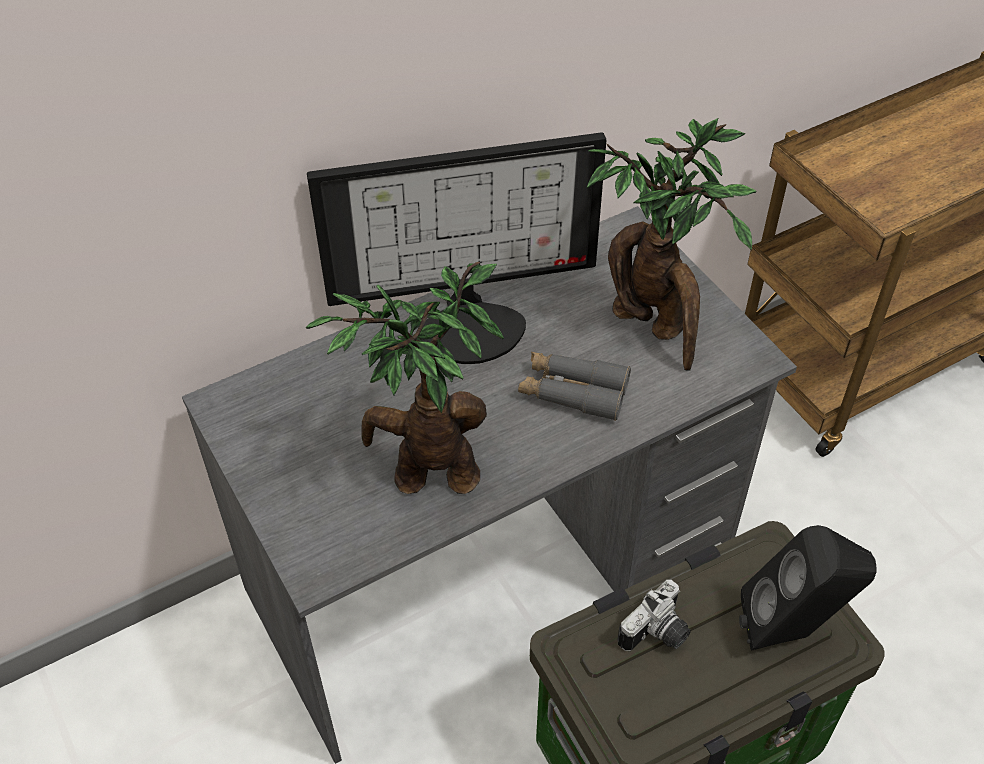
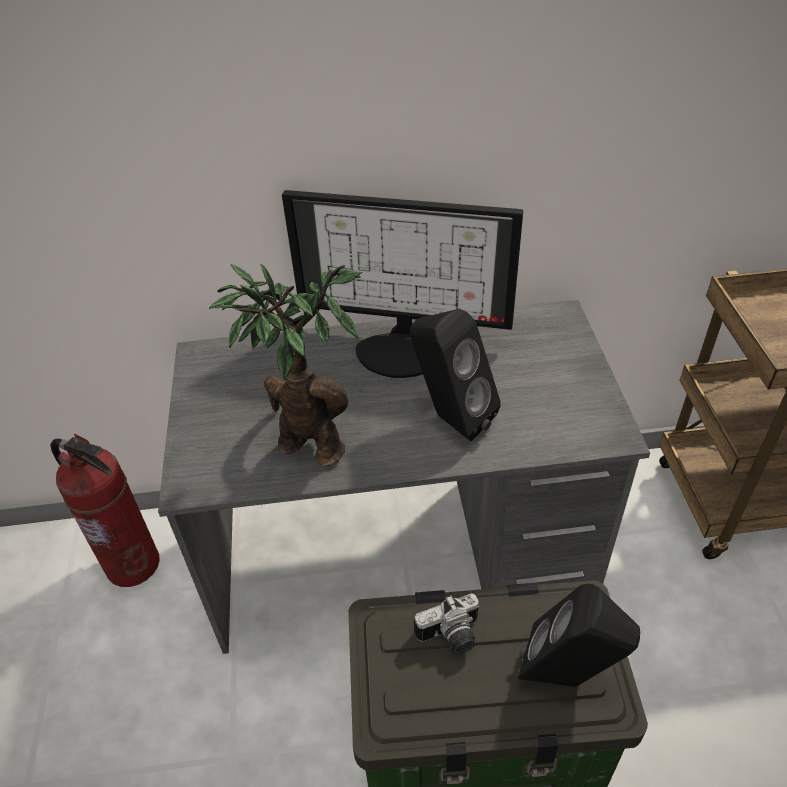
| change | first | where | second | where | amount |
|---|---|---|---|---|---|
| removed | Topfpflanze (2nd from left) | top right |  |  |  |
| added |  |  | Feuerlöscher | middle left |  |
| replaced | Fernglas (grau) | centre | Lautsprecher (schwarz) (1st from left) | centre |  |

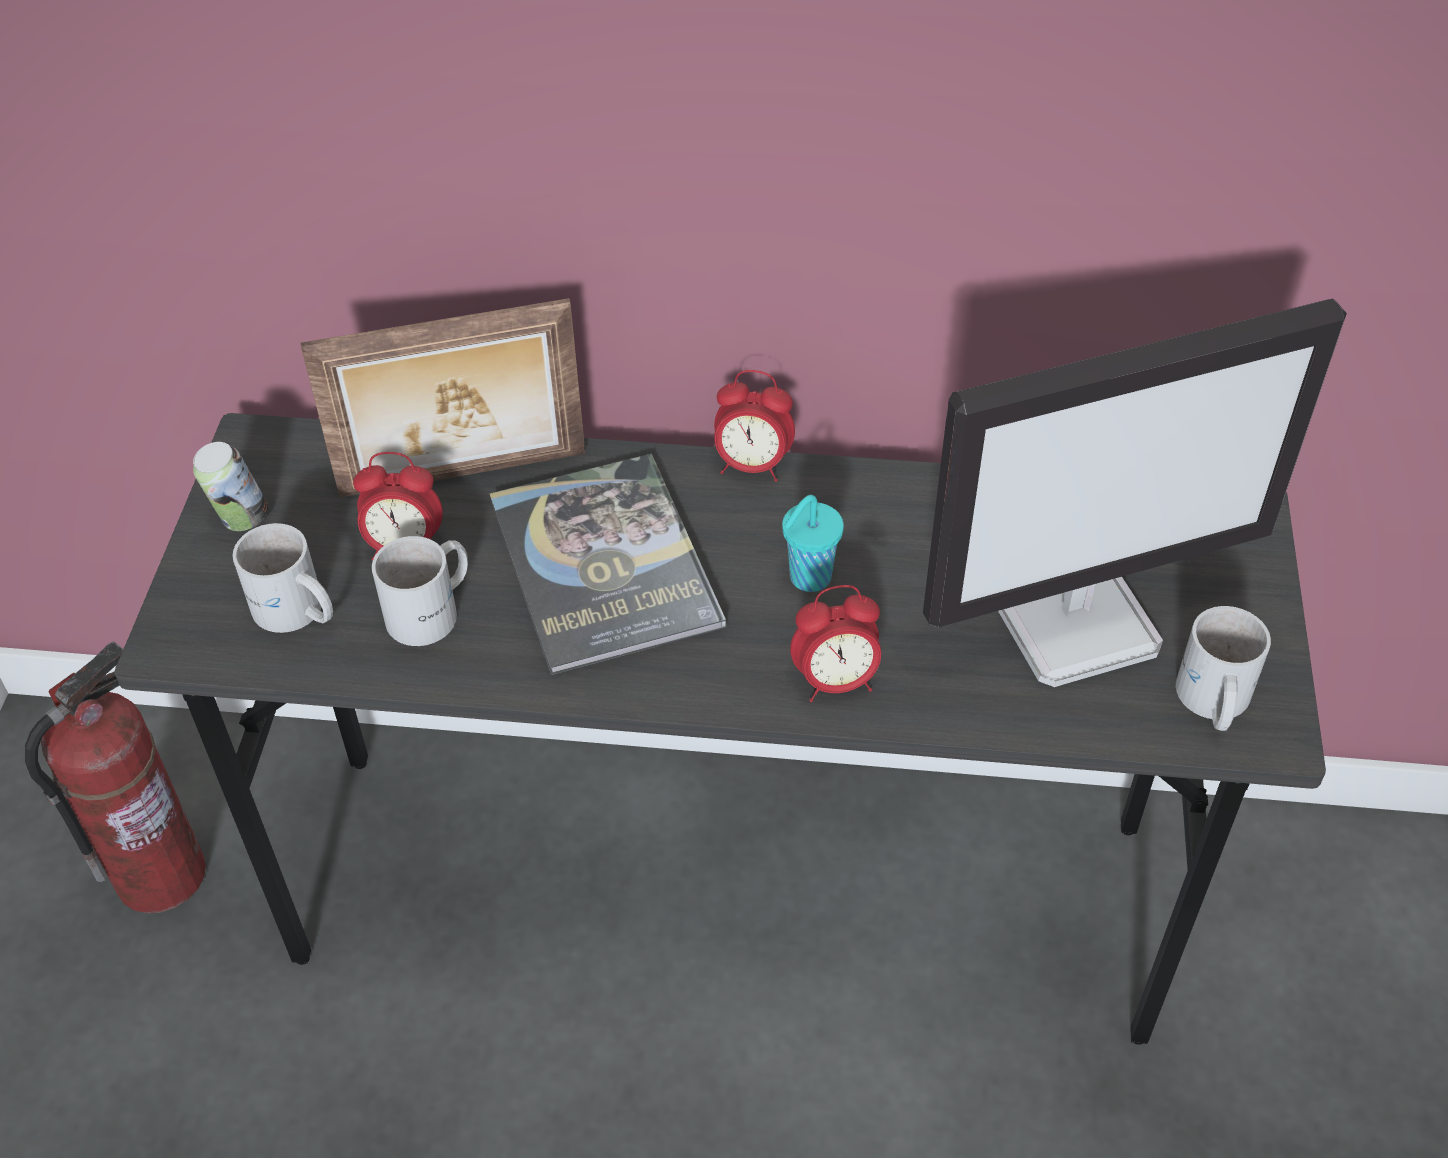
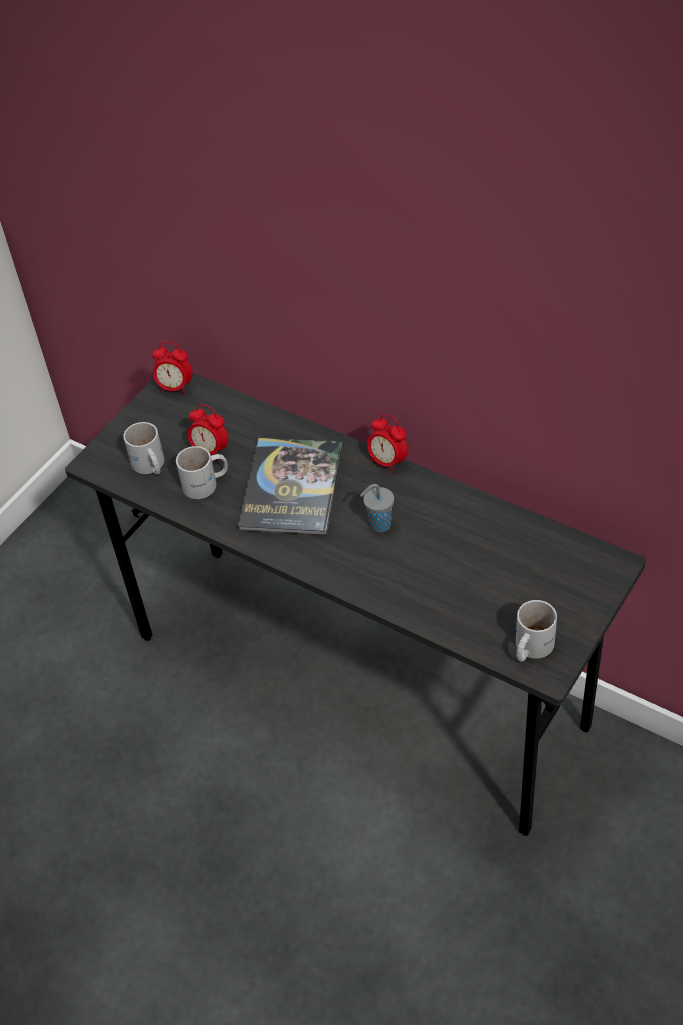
| change | first | where | second | where | amount |
|---|---|---|---|---|---|
| removed | Feuerlöscher | bottom left |  |  |  |
| removed | Dose | middle left |  |  |  |
| removed | Bilderrahmen | middle left |  |  |  |
| removed | Monitor | middle right |  |  |  |
| moved | Wecker (3rd from left in the first image) | centre | Wecker (1st from left) | middle left |  |
| recoloured | Tasse (türkis) | centre | Tasse (grau) | centre |  |

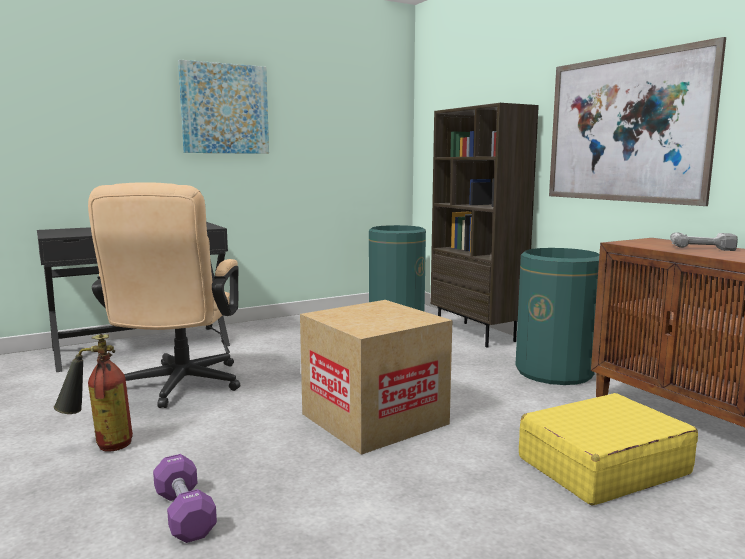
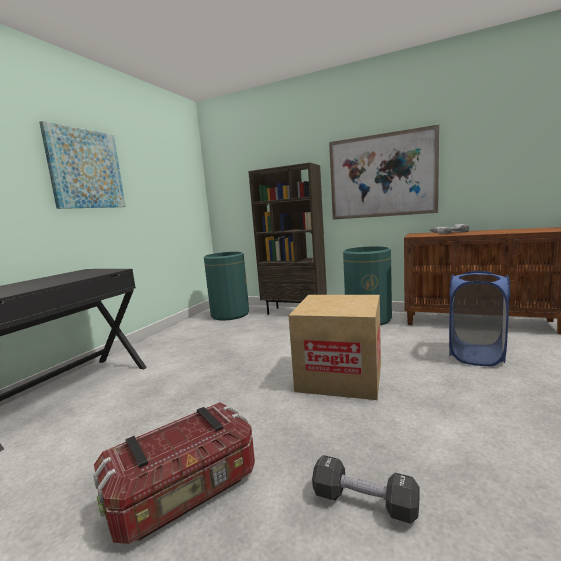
| change | first | where | second | where | amount |
|---|---|---|---|---|---|
| removed | Bürostuhl (beige) | middle left |  |  |  |
| replaced | Feuerlöscher | bottom left | Aufbewahrungsbox | bottom left |  |
| replaced | Koffer (gelb) | bottom right | Wäschekorb (blau) | middle right |  |
| recoloured | Hantel (lila) | bottom left | Hantel (schwarz) | bottom centre |  |

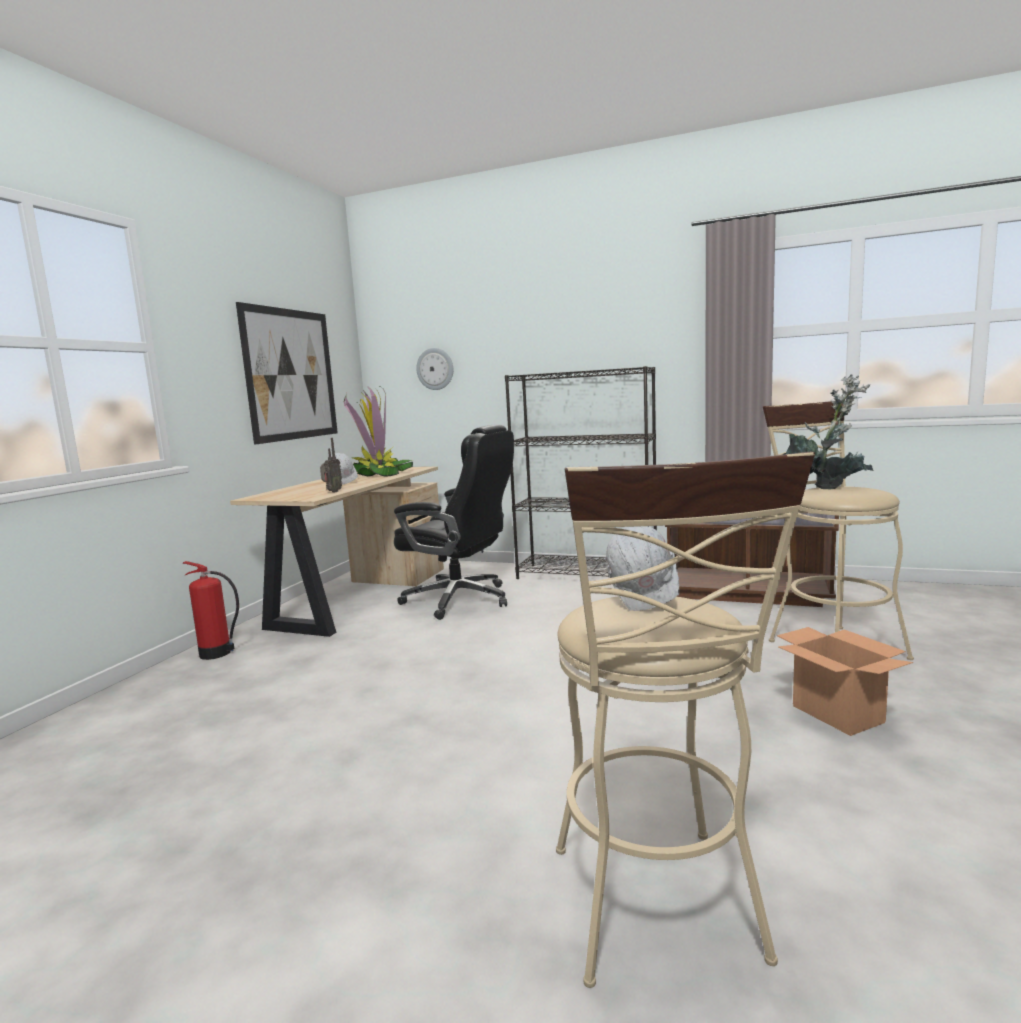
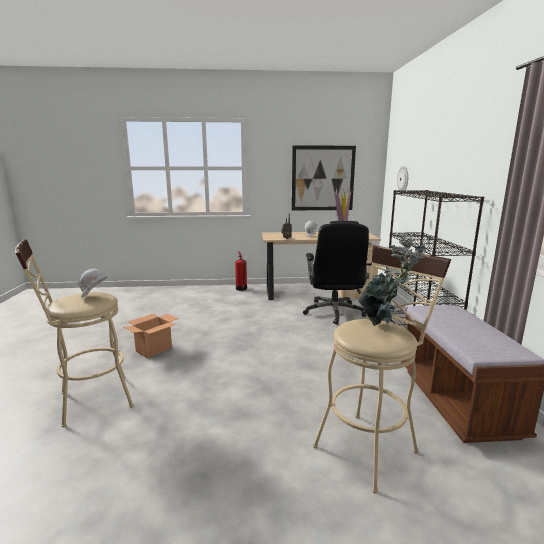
| change | first | where | second | where | amount |
|---|---|---|---|---|---|
| moved | Karton | middle right |  | middle left |  |

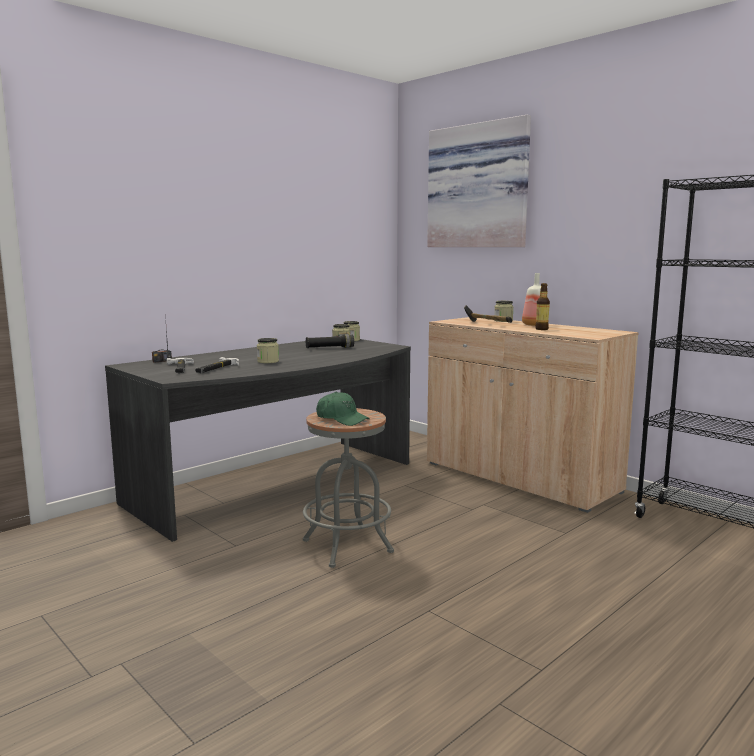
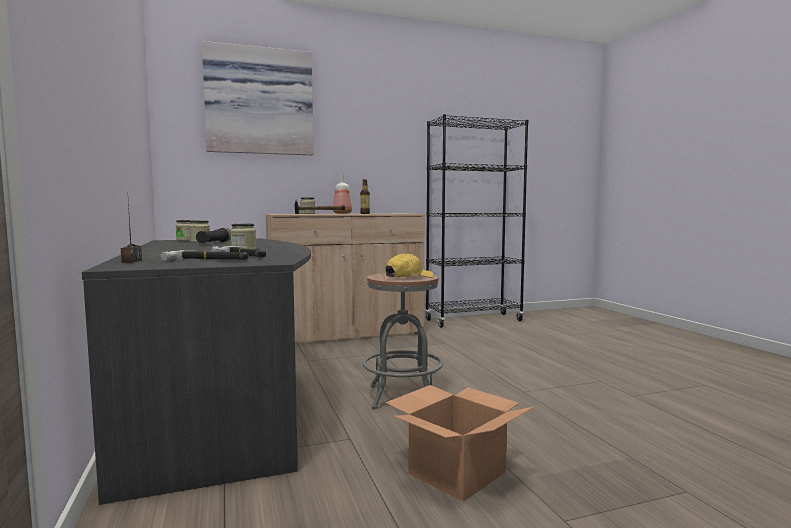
| change | first | where | second | where | amount |
|---|---|---|---|---|---|
| added |  |  | Karton | bottom centre |  |
| recoloured | Kappe (grün) | centre | Kappe (gelb) | centre |  |

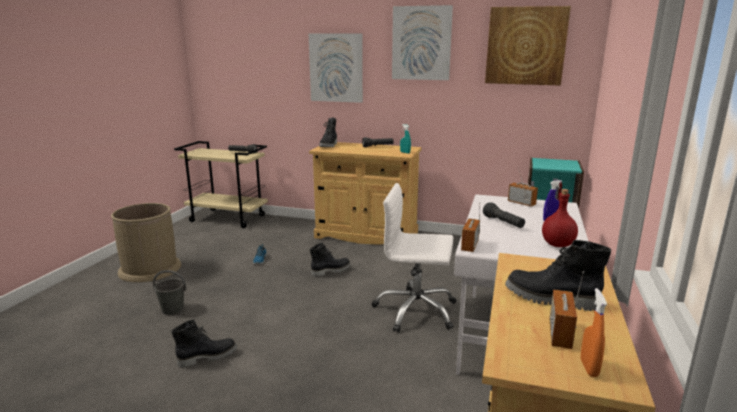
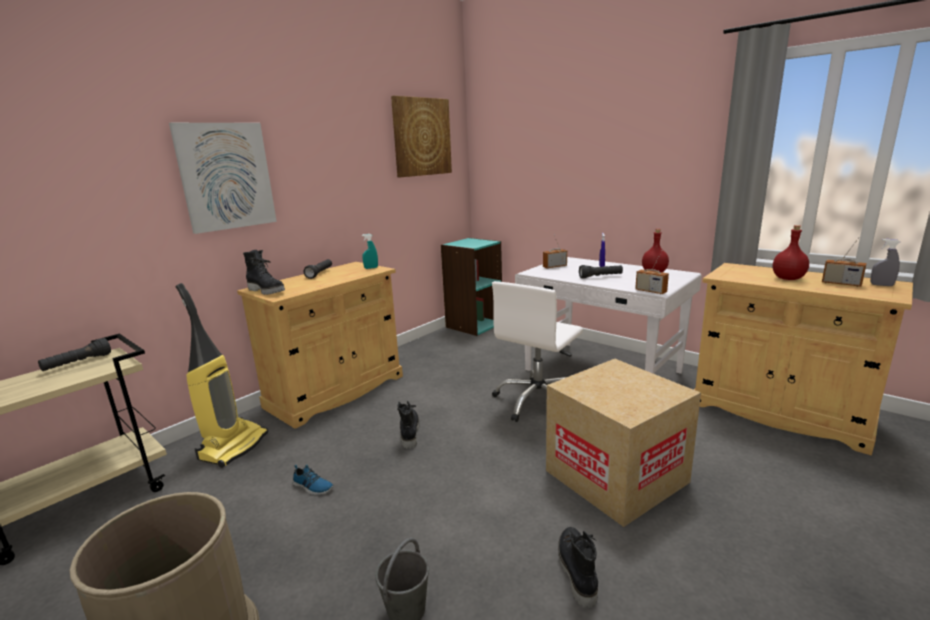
| change | first | where | second | where | amount |
|---|---|---|---|---|---|
| removed | Bild (2nd from left) | top centre |  |  |  |
| added |  |  | Staubsauger | middle left |  |
| added |  |  | Karton | bottom right |  |
| replaced | Stiefel (schwarz) (4th from left) | bottom right | Flasche (rot) (2nd from left) | middle right |  |
| recoloured | Sprühflasche (orange) | bottom right | Sprühflasche (grau) | middle right |  |

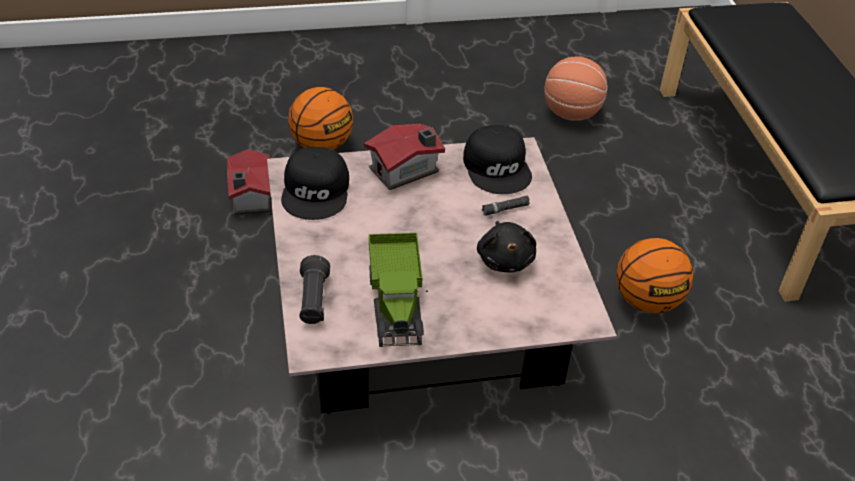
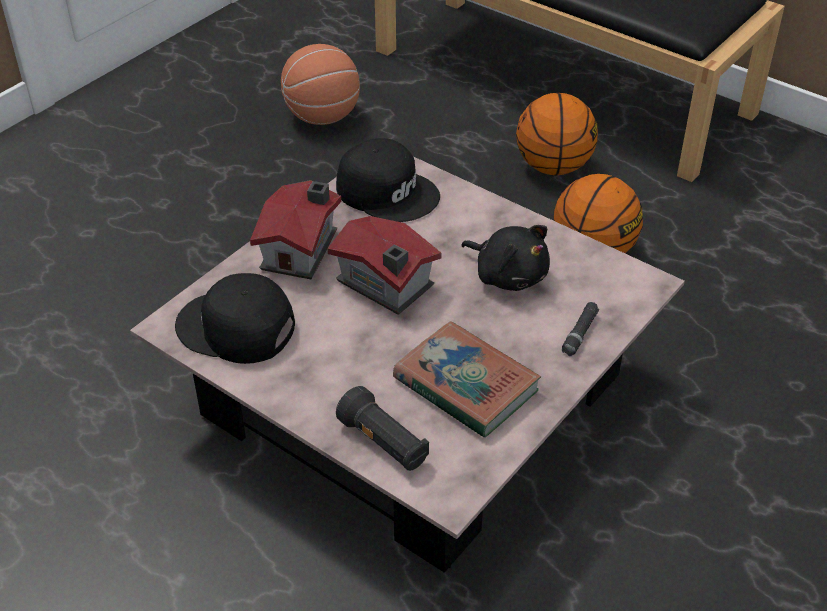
| change | first | where | second | where | amount |
|---|---|---|---|---|---|
| moved | Spielzeughaus (1st from left in the first image) | middle left | Spielzeughaus (2nd from left) | centre |  |
| moved | Basketball (1st from left in the first image) | top centre | Basketball (2nd from left) | top right |  |
| moved | Taschenlampe (schwarz) (2nd from left) | centre |  | middle right |  |
| replaced | Spielzeuglaster | centre | Buch | centre |  |
| turned | Kappe (schwarz) (1st from left) | centre |  | middle left | 150 degrees clockwise |

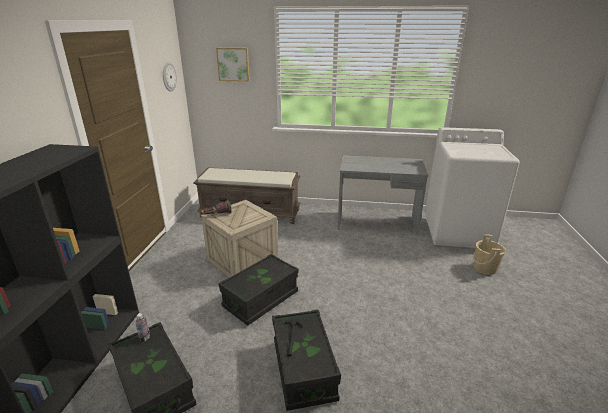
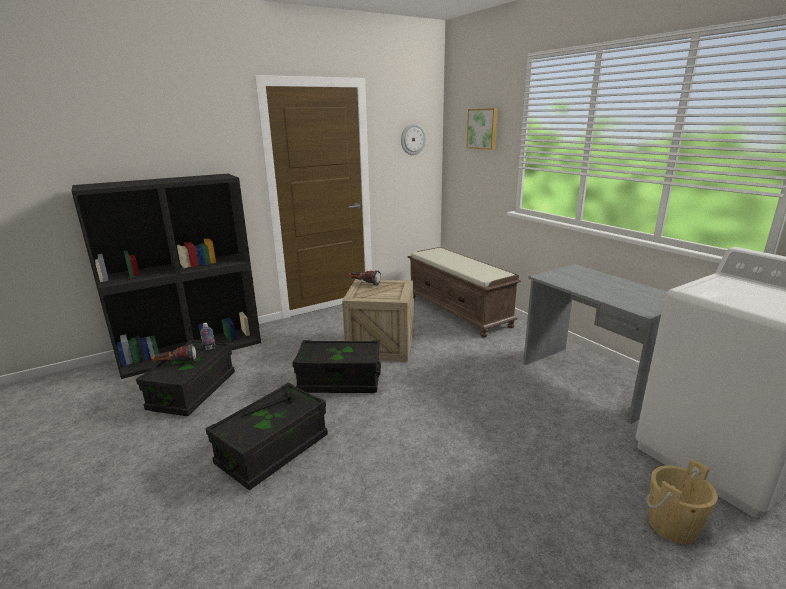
| change | first | where | second | where | amount |
|---|---|---|---|---|---|
| added |  |  | Taschenlampe (1st from left) | middle left |  |

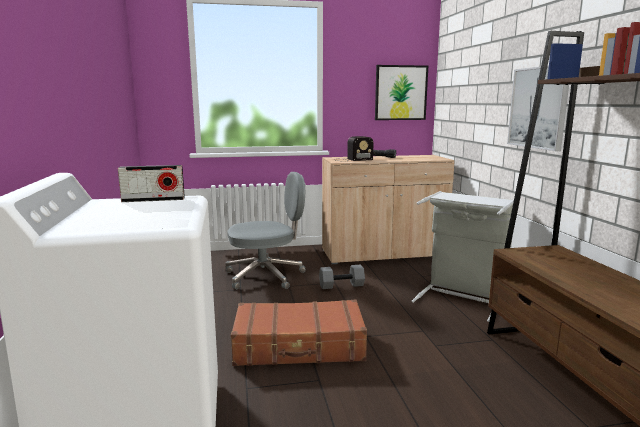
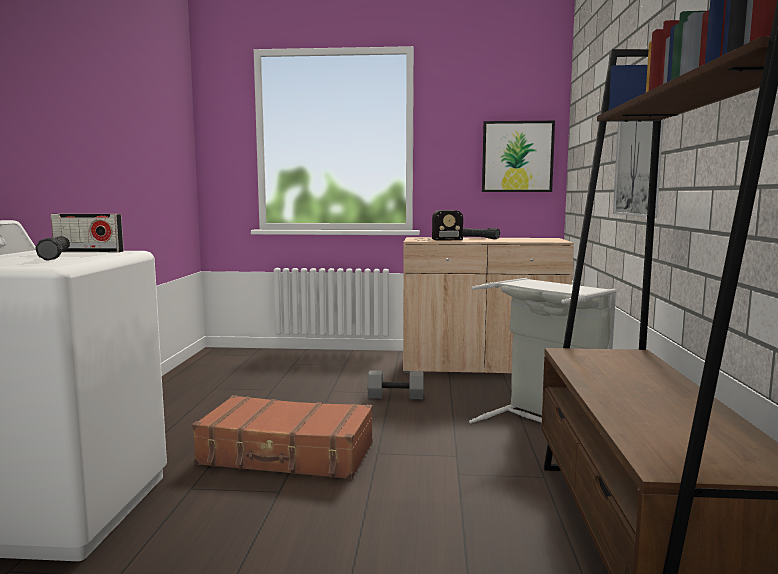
| change | first | where | second | where | amount |
|---|---|---|---|---|---|
| removed | Bürostuhl (grau) | centre |  |  |  |
| added |  |  | Taschenlampe (schwarz) (1st from left) | middle left |  |

